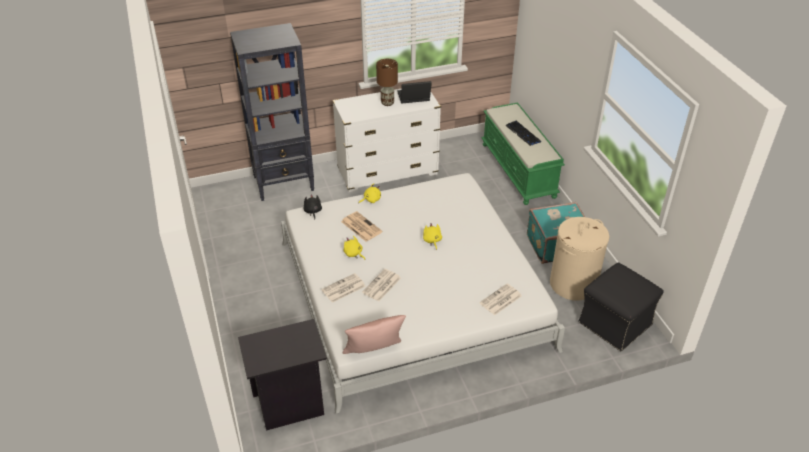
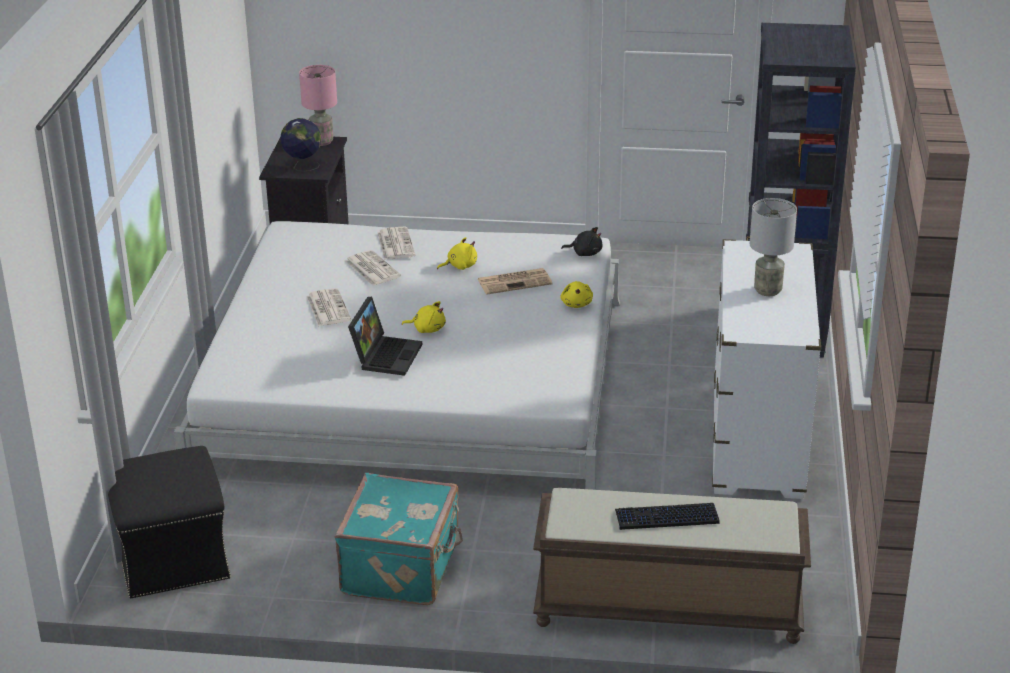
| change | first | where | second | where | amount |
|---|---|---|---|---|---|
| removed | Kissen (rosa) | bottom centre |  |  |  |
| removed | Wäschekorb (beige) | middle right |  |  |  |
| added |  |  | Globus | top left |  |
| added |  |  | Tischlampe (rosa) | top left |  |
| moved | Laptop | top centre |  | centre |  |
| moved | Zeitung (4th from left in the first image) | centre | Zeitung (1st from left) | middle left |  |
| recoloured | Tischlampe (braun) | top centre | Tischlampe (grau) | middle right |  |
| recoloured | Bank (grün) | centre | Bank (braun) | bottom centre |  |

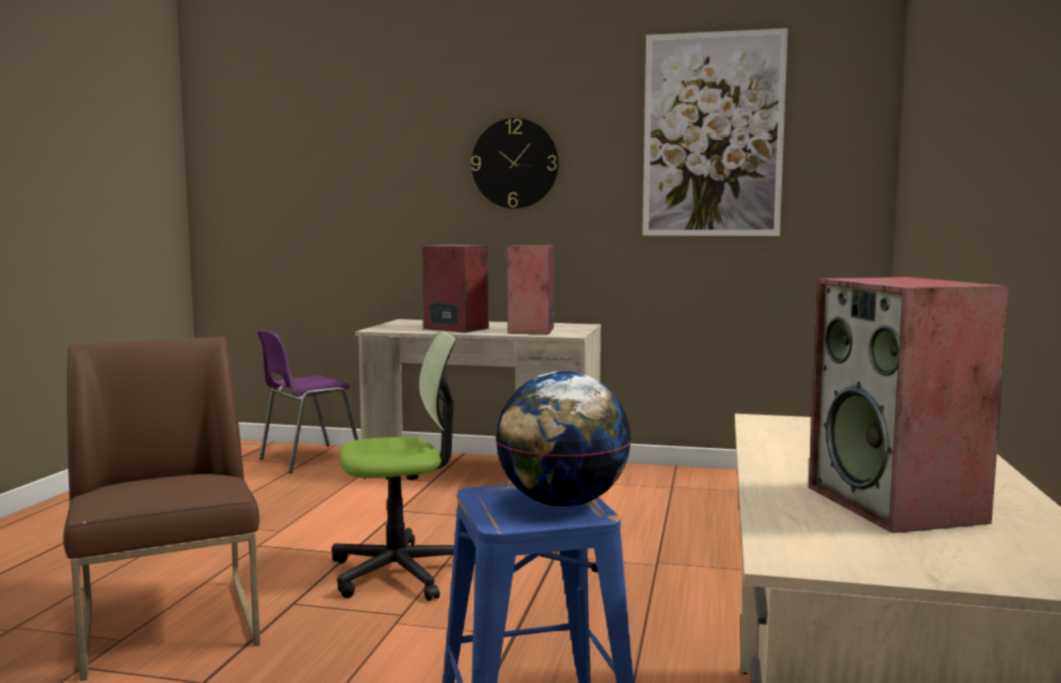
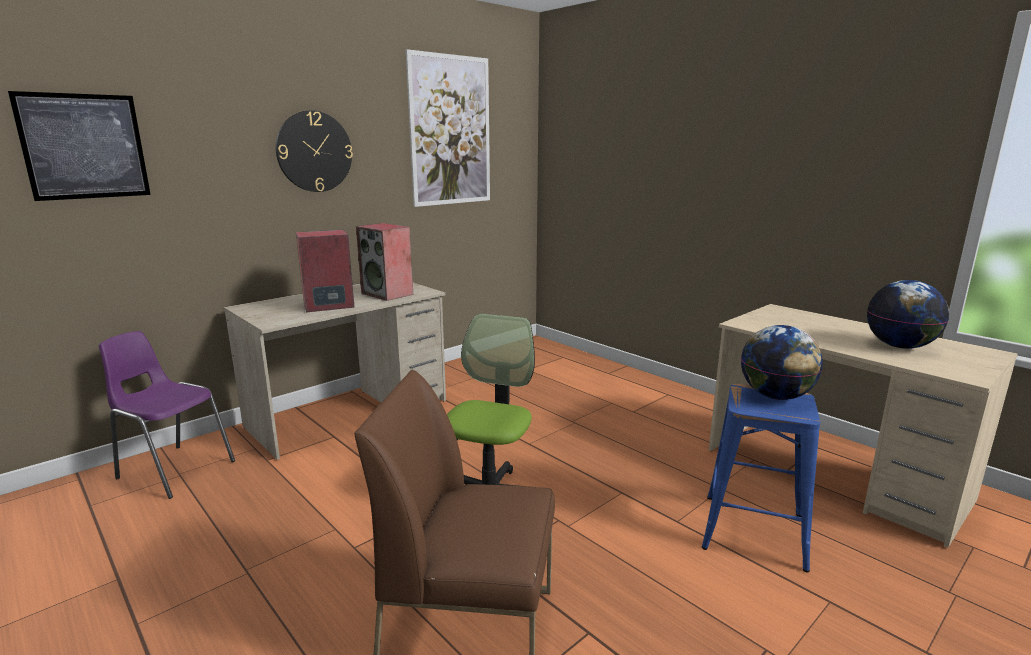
| change | first | where | second | where | amount |
|---|---|---|---|---|---|
| added |  |  | Bild (1st from left) | top left |  |
| replaced | Lautsprecher (3rd from left) | middle right | Globus (2nd from left) | middle right |  |
| turned | Stuhl (lila) | middle left |  | middle left | 120 degrees clockwise |

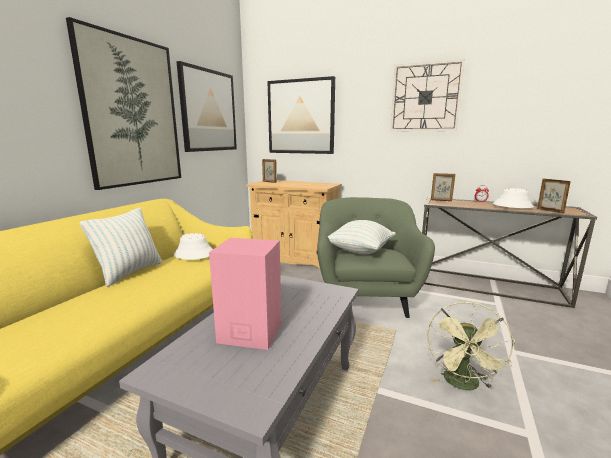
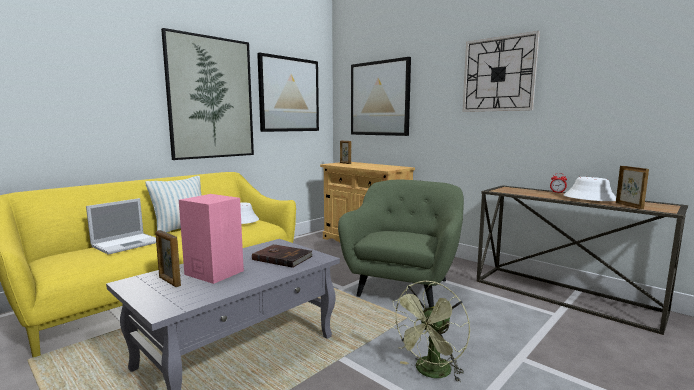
| change | first | where | second | where | amount |
|---|---|---|---|---|---|
| removed | Kissen (2nd from left) | centre |  |  |  |
| added |  |  | Laptop | middle left |  |
| added |  |  | Buch (braun) | centre |  |
| moved | Bilderrahmen (2nd from left in the first image) | middle right | Bilderrahmen (1st from left) | middle left |  |

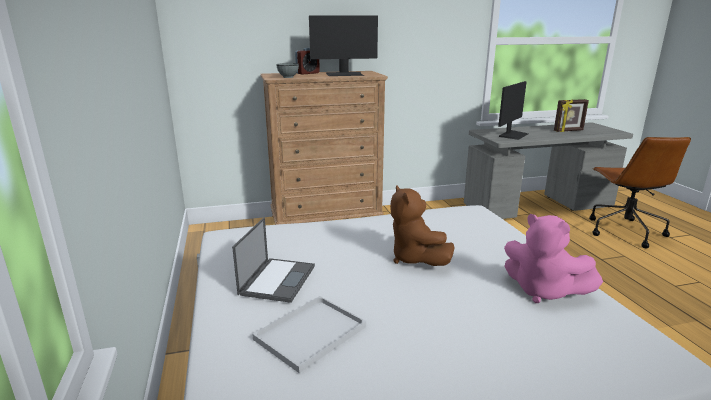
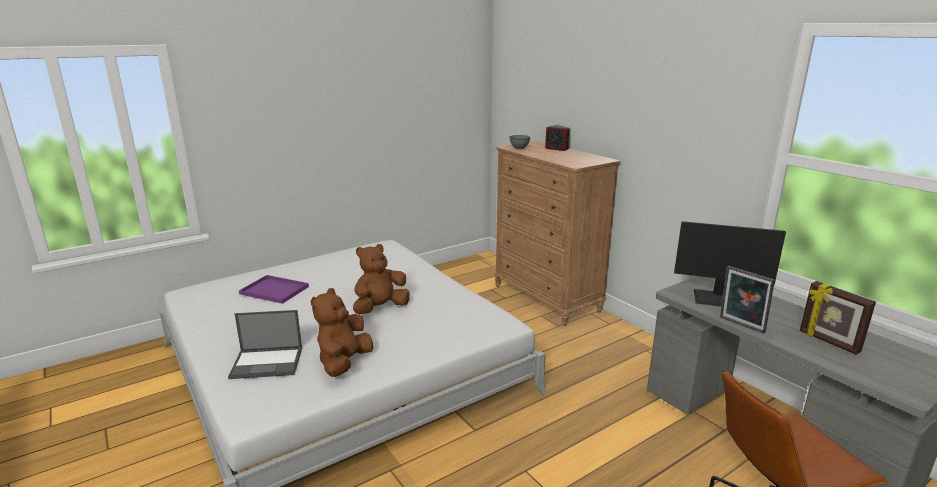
| change | first | where | second | where | amount |
|---|---|---|---|---|---|
| removed | Monitor (1st from left) | top centre |  |  |  |
| added |  |  | Bilderrahmen (1st from left) | middle right |  |
| moved | Laptop | centre |  | bottom left |  |
| recoloured | Tablett (weiß) | bottom centre | Tablett (lila) | middle left |  |
| recoloured | Plüschtier (rosa) | middle right | Plüschtier (braun) (1st from left) | bottom centre |  |

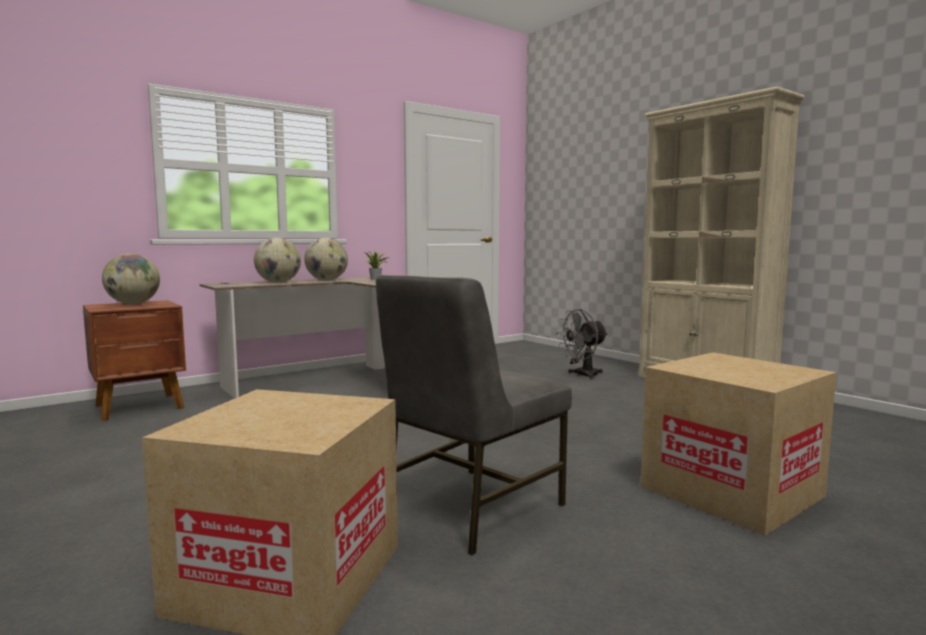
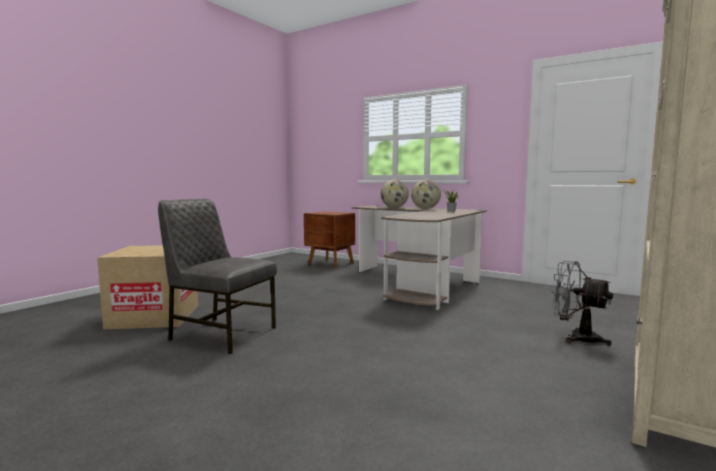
| change | first | where | second | where | amount |
|---|---|---|---|---|---|
| removed | Globus (1st from left) | middle left |  |  |  |
| removed | Karton (2nd from left) | bottom right |  |  |  |

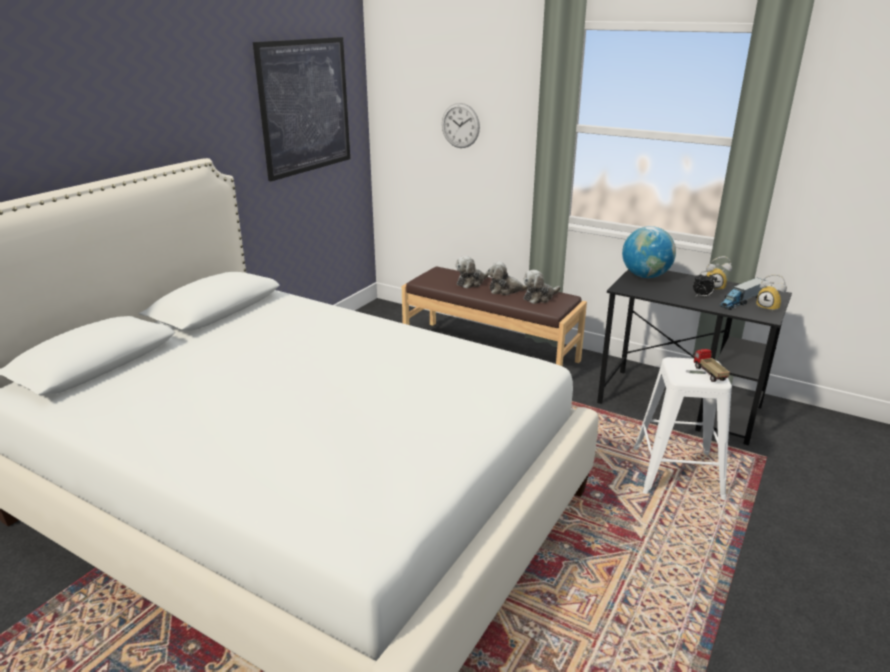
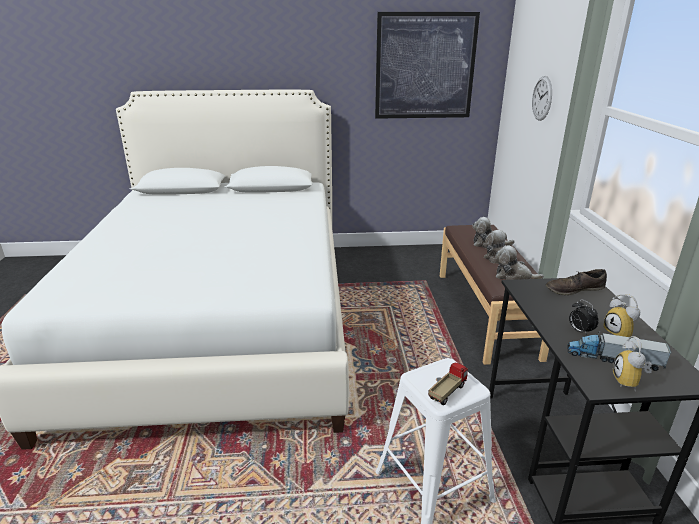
| change | first | where | second | where | amount |
|---|---|---|---|---|---|
| replaced | Globus | middle right | Schuh (braun) | middle right |  |

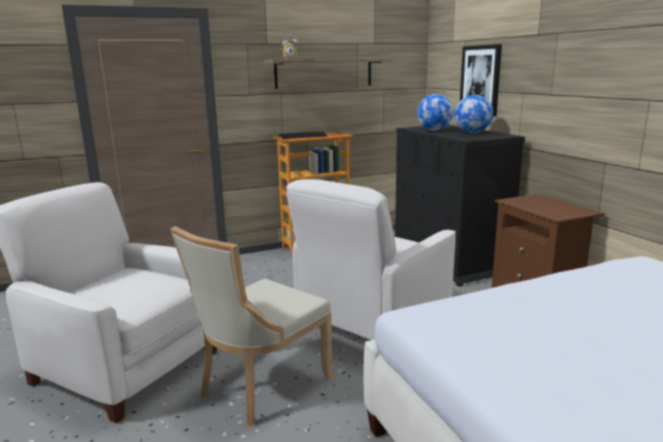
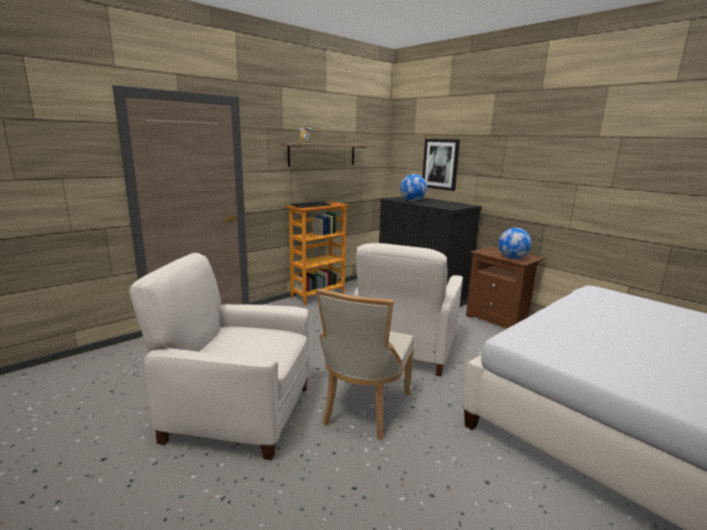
| change | first | where | second | where | amount |
|---|---|---|---|---|---|
| moved | Globus (2nd from left) | top right |  | middle right |  |

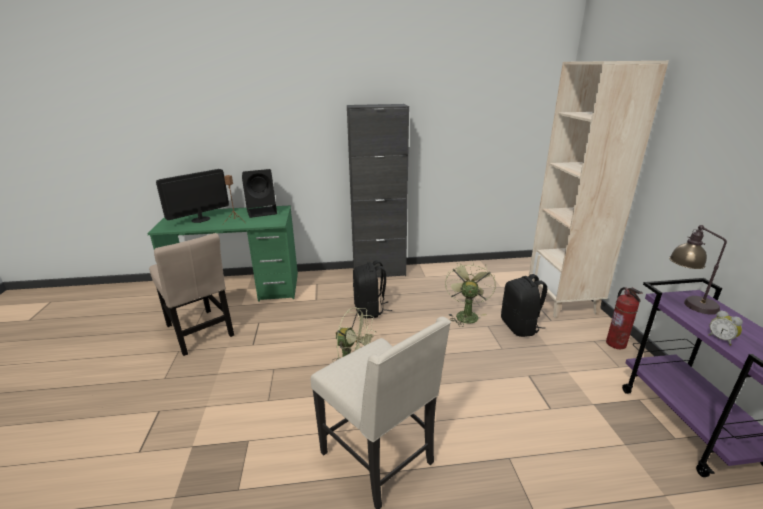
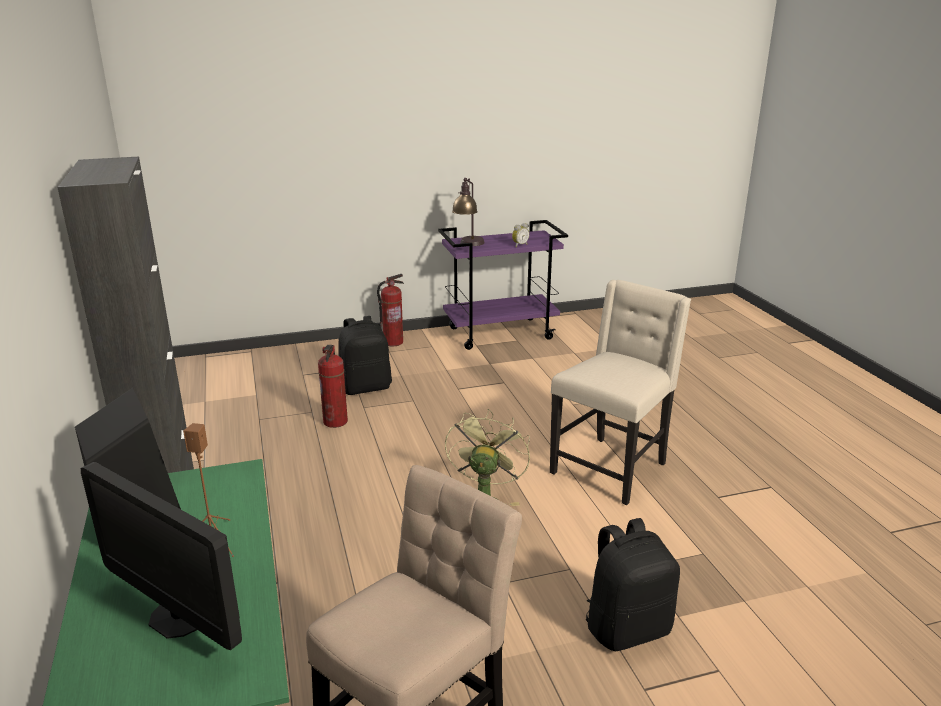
| change | first | where | second | where | amount |
|---|---|---|---|---|---|
| removed | Bücherregal (beige) | middle right |  |  |  |
| moved | Rucksack (schwarz) (1st from left in the first image) | centre | Rucksack (schwarz) (2nd from left) | bottom right |  |
| replaced | Ventilator (grün) (2nd from left) | centre | Feuerlöscher (1st from left) | centre |  |

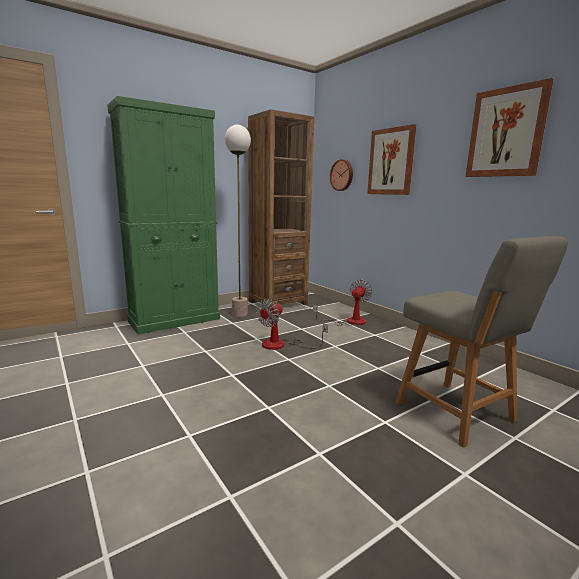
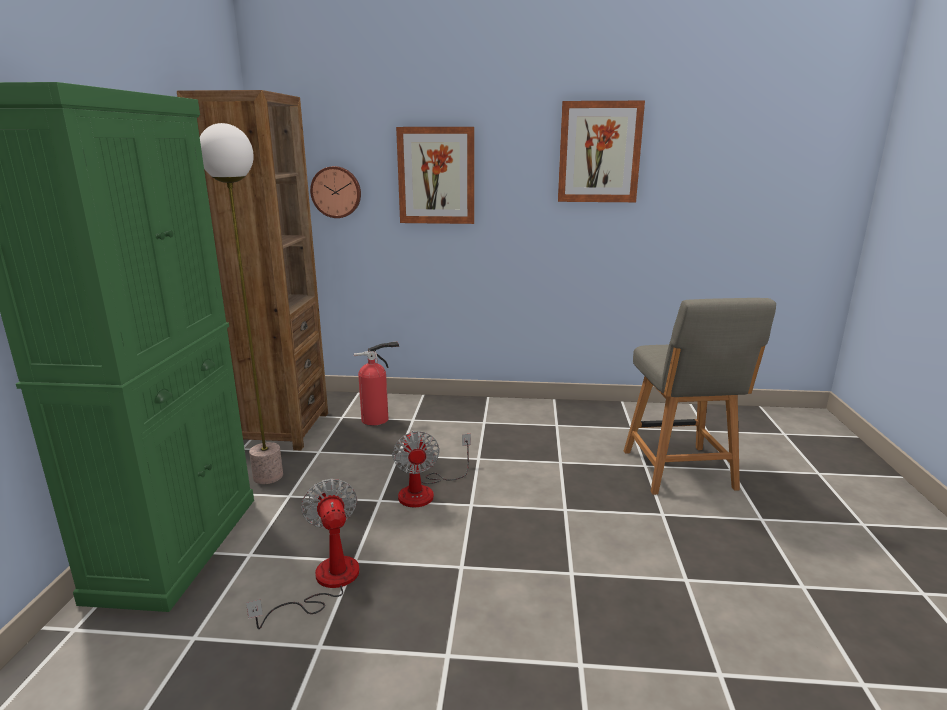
| change | first | where | second | where | amount |
|---|---|---|---|---|---|
| added |  |  | Feuerlöscher | centre |  |
| moved | Ventilator (2nd from left in the first image) | centre | Ventilator (1st from left) | bottom left |  |
| turned | Stuhl (grau) | middle right |  | middle right | 75 degrees clockwise |

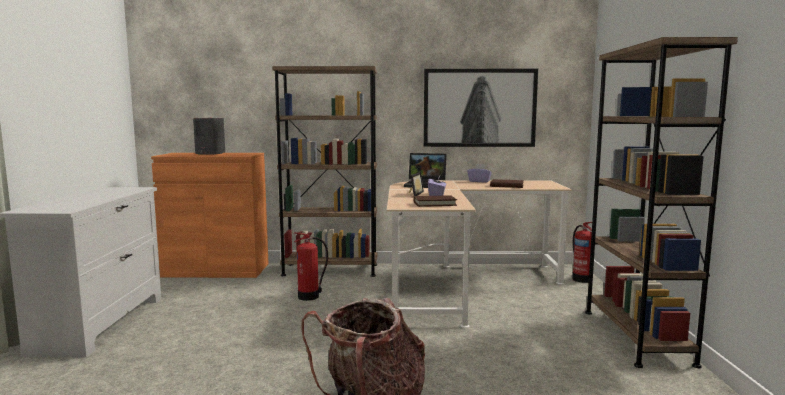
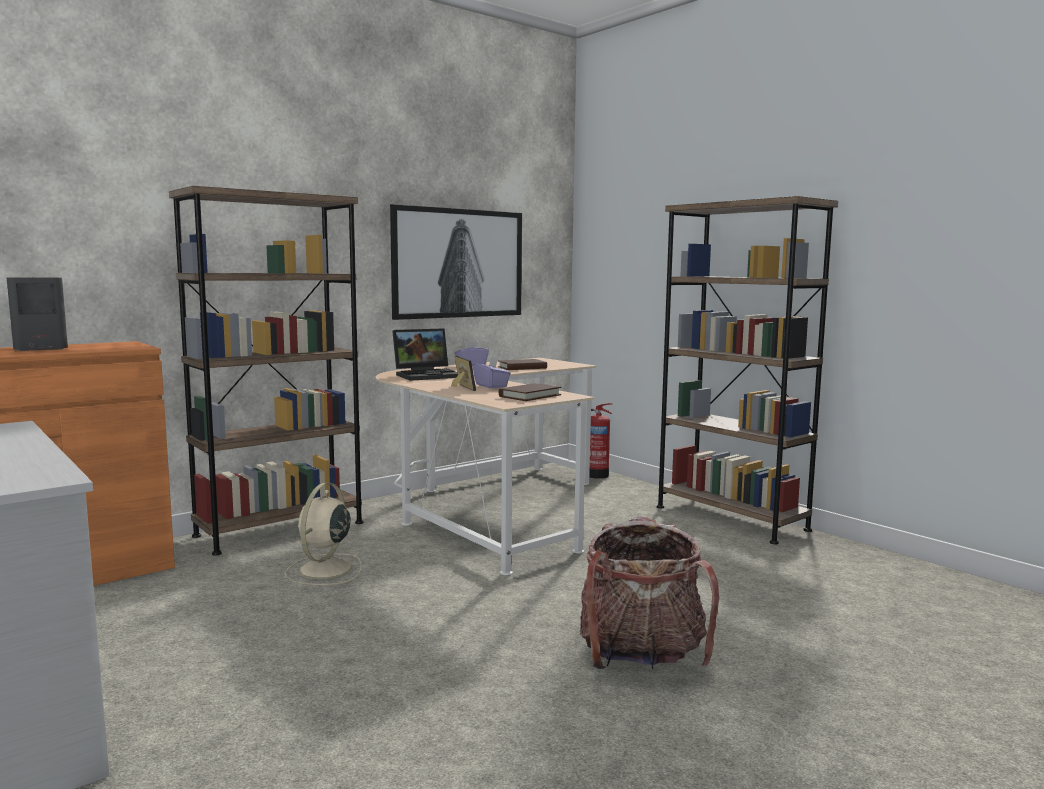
| change | first | where | second | where | amount |
|---|---|---|---|---|---|
| replaced | Feuerlöscher (1st from left) | bottom centre | Ventilator (beige) | bottom left |  |

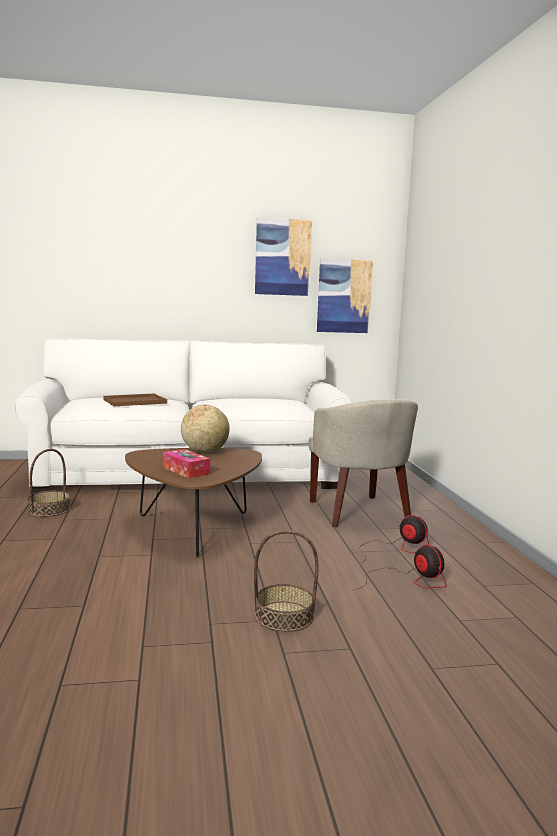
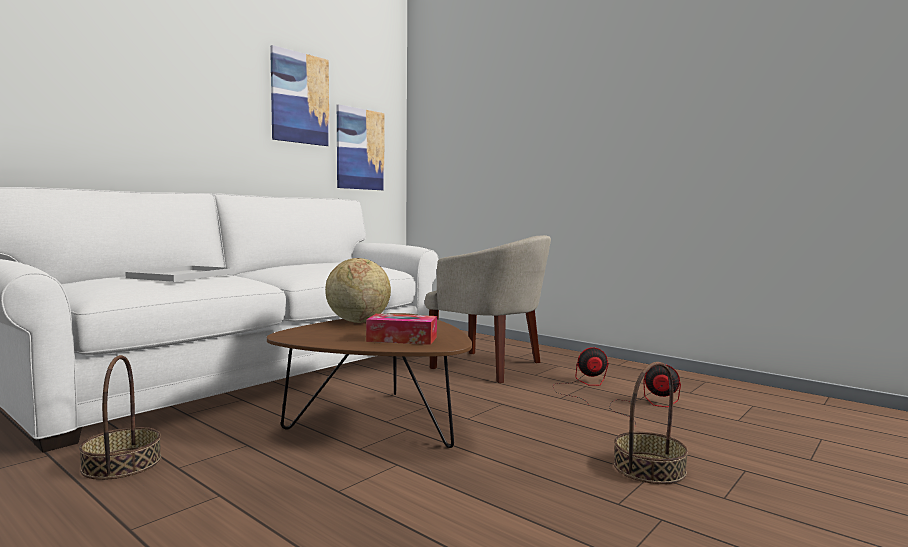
| change | first | where | second | where | amount |
|---|---|---|---|---|---|
| recoloured | Tablett (braun) | middle left | Tablett (weiß) | middle left |  |

